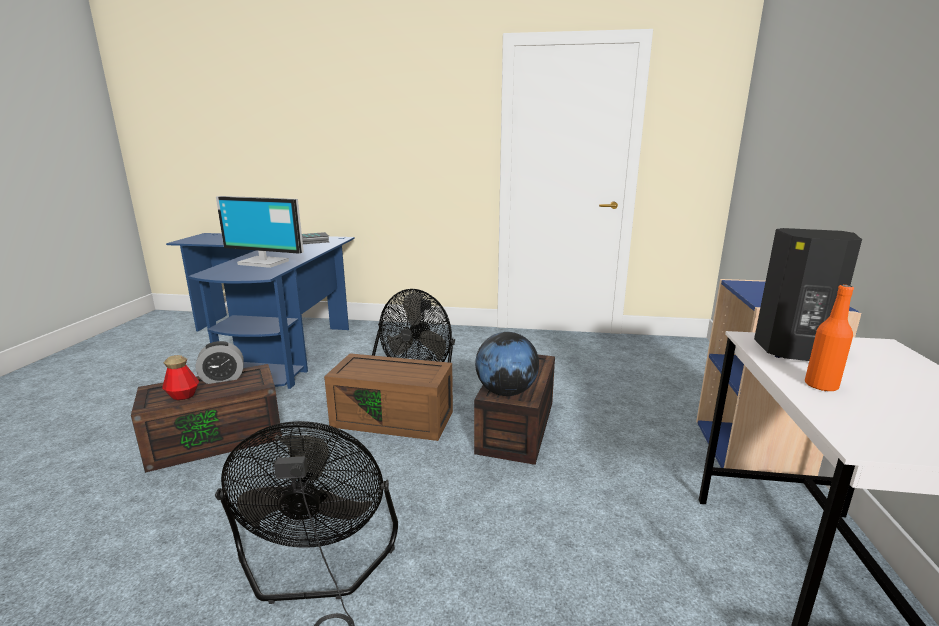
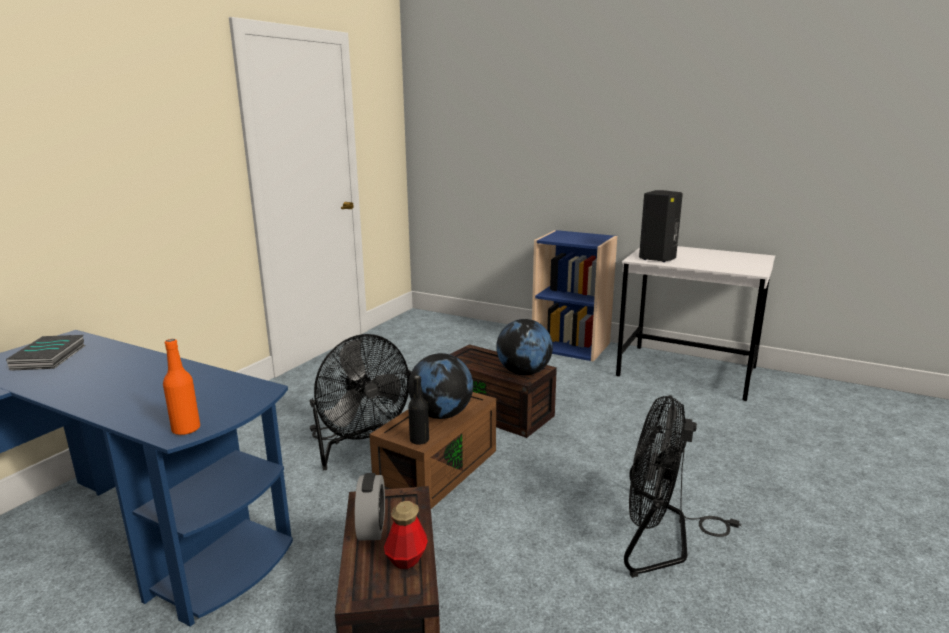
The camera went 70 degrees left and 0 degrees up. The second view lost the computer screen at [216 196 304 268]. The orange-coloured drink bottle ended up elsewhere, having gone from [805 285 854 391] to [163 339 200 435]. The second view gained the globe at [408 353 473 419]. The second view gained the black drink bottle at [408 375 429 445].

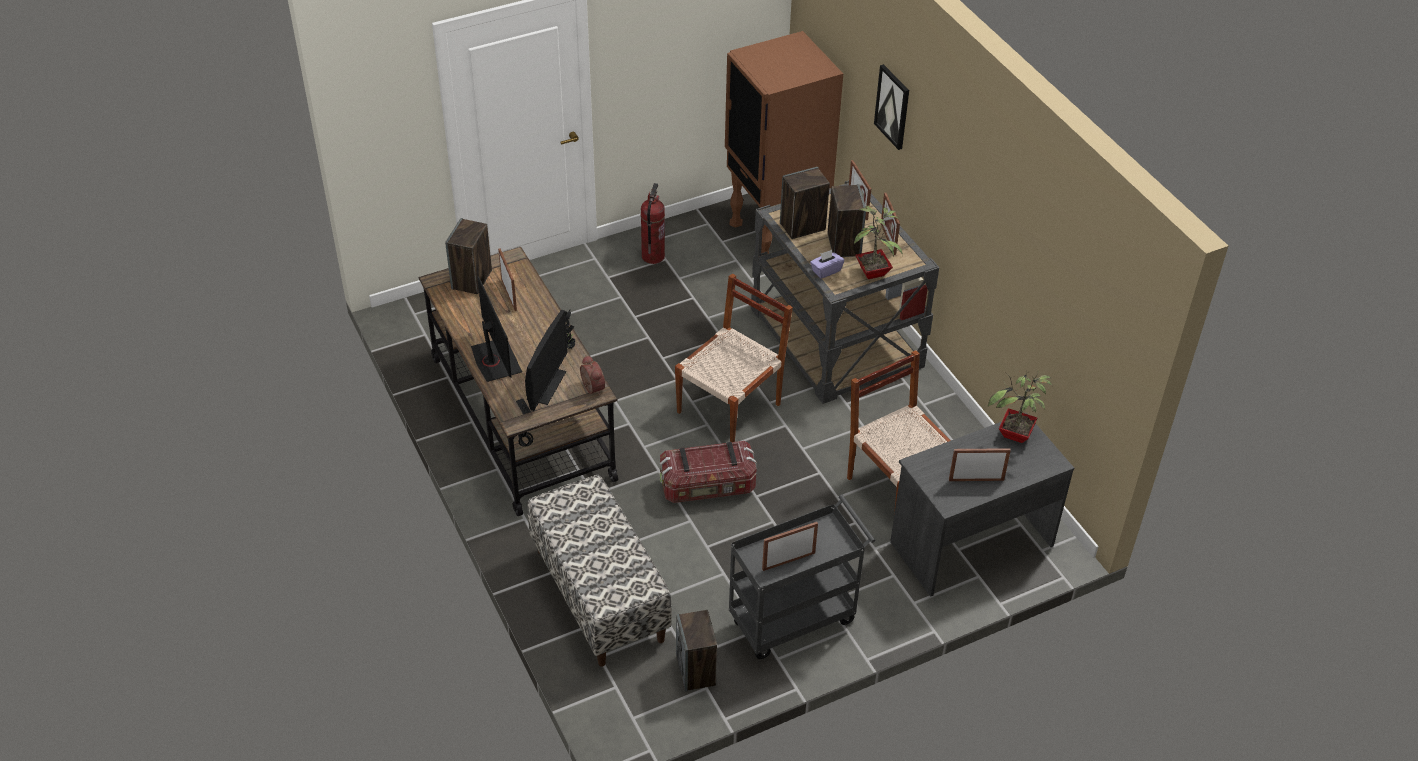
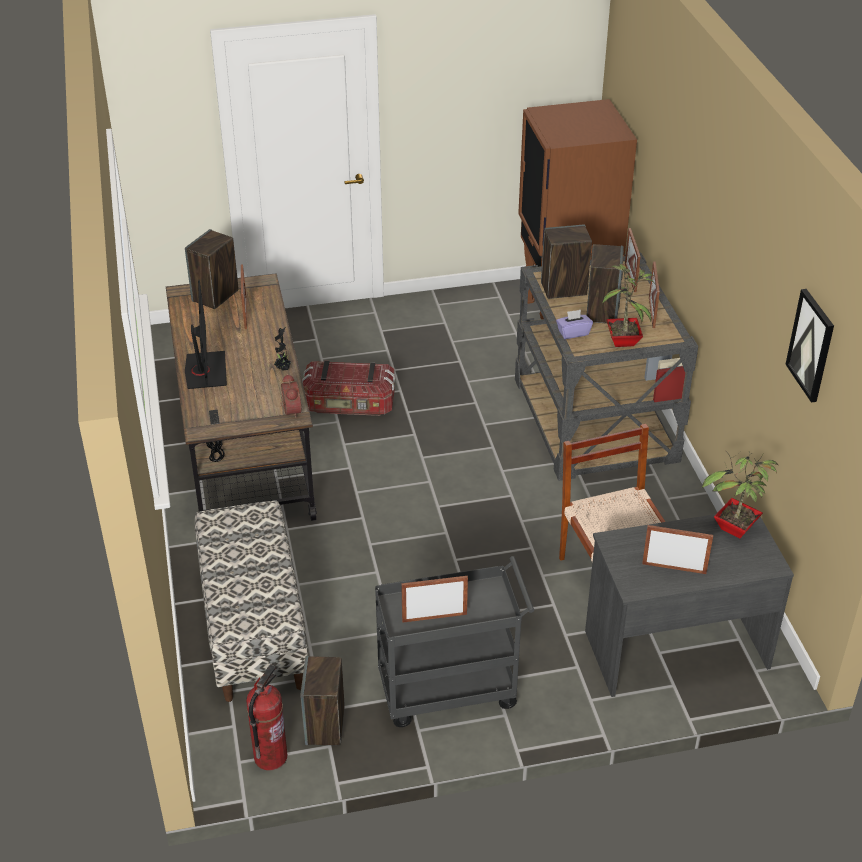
The camera went 15 degrees right and 5 degrees down. The second view lost the computer screen at [525 310 568 411]. The fire-fighting cylinder ended up elsewhere, having gone from [641 183 665 264] to [246 664 288 770]. The storage bin ended up elsewhere, having gone from [660 441 757 503] to [302 361 395 416]. The second view lost the chair at [675 274 793 442]. The wall art ended up elsewhere, having gone from [874 64 909 150] to [785 289 834 403].

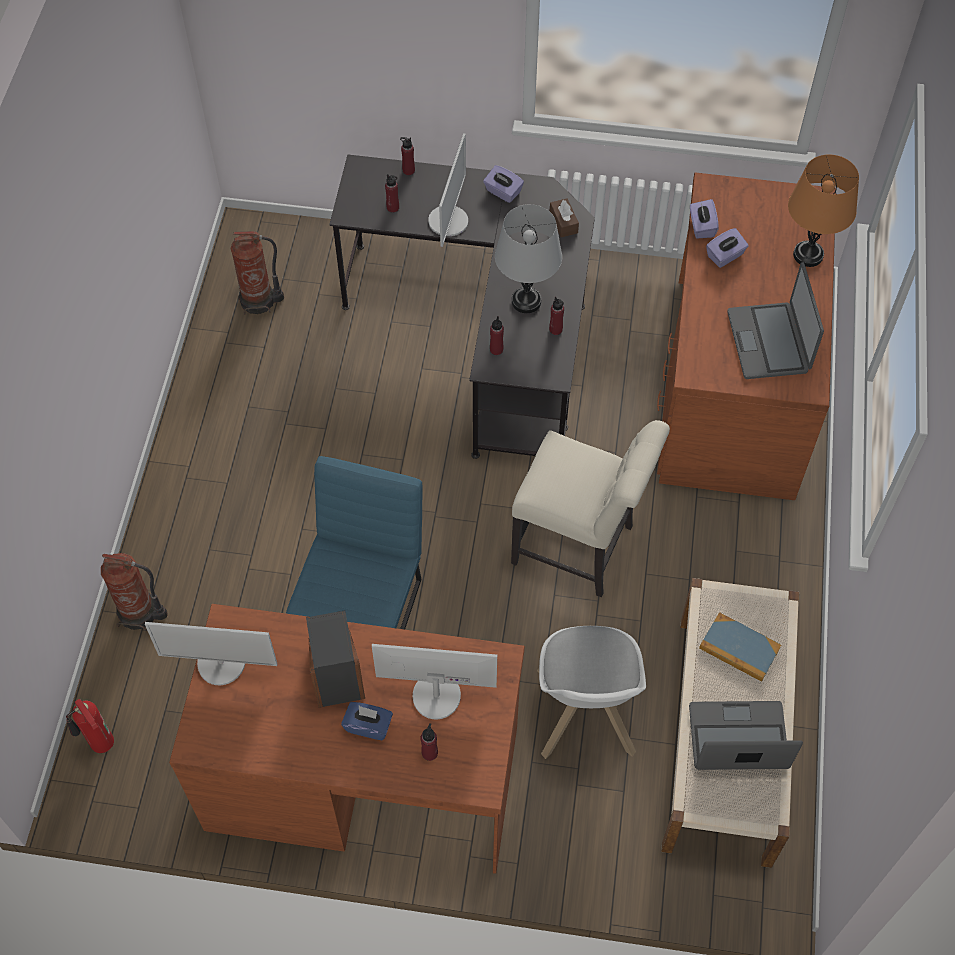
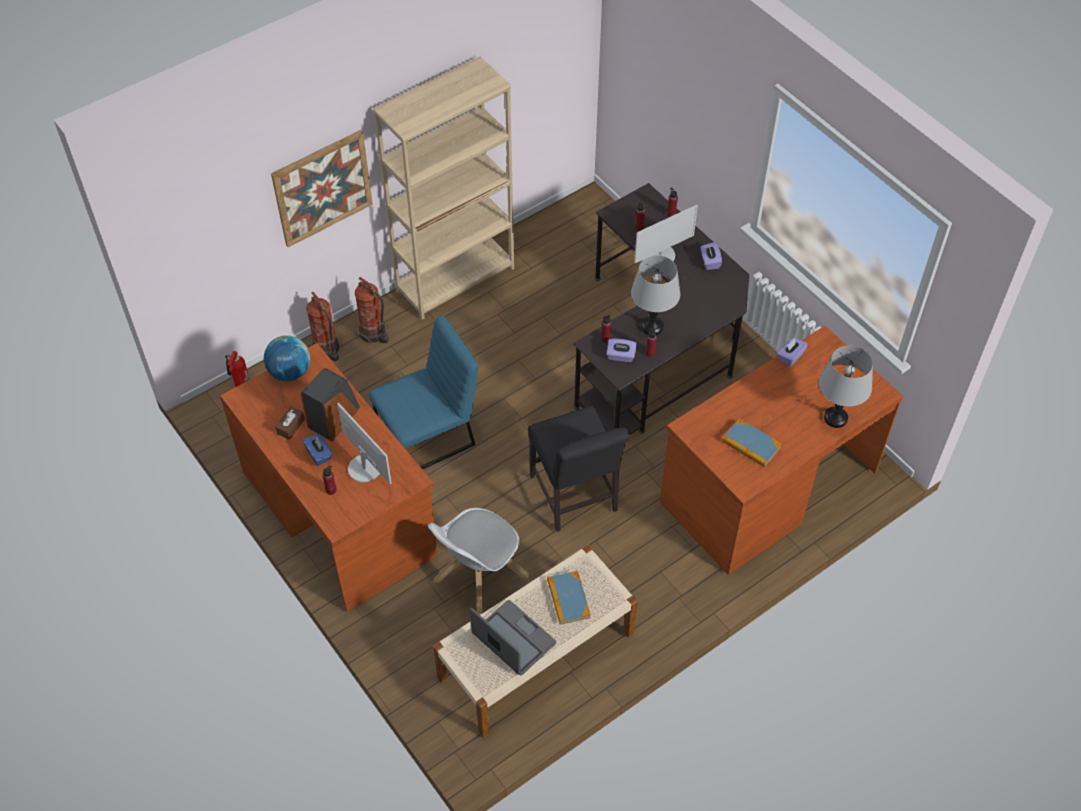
The camera went 45 degrees right and 5 degrees down. Where the computer screen stood at [145 622 277 685], the globe came to stand at [264 335 310 381]. The fire-fighting cylinder ended up elsewhere, having gone from [231 231 284 315] to [355 277 389 345]. What was the beige-coloured chair at [511 420 670 597] turned into the black chair at [528 405 630 532]. The brown tissue box ended up elsewhere, having gone from [550 198 579 237] to [275 407 305 440]. The purplish tissue box ended up elsewhere, having gone from [706 228 749 268] to [607 339 637 362]. Where the notebook computer stood at [727 262 824 379], the bound book came to stand at [722 418 782 467]. What was the orange-coloured tabletop lamp at [788 154 859 267] turned into the grey tabletop lamp at [819 345 873 428]. The second view gained the wall art at [271 130 373 247]. The second view gained the beige-coloured shelving unit at [373 57 514 320].

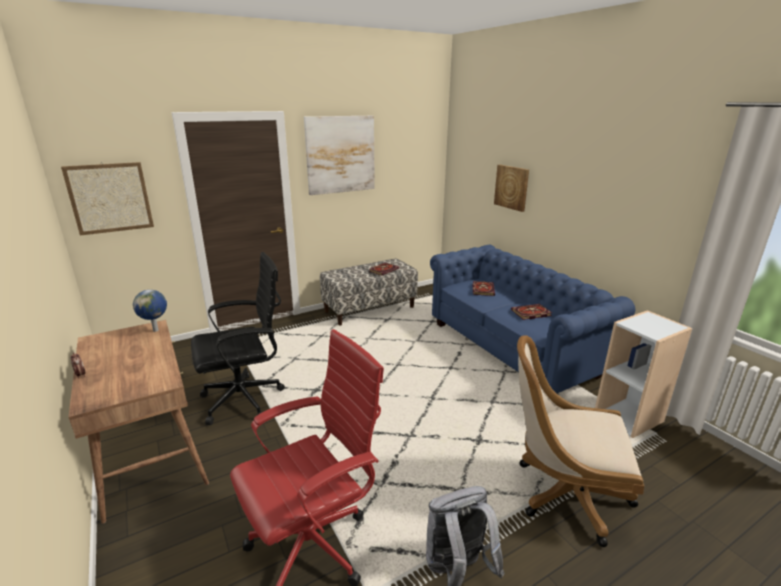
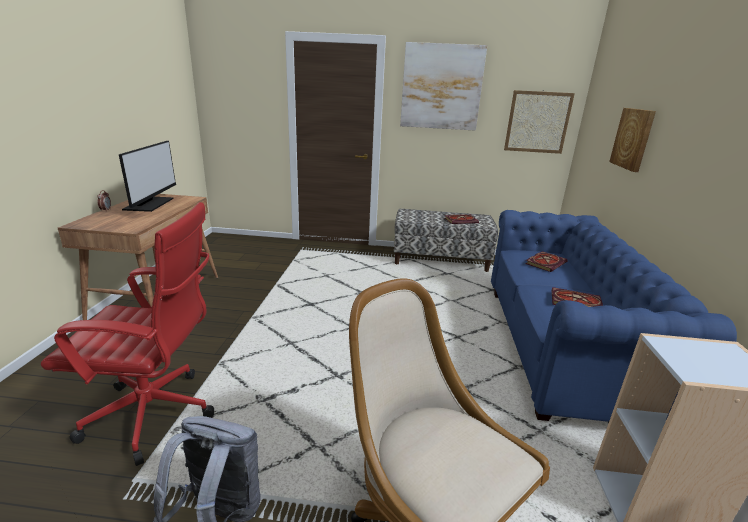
The camera went 35 degrees right and 0 degrees up. The wall art ended up elsewhere, having gone from [61 162 154 236] to [504 90 575 154]. The second view lost the globe at [133 290 167 332]. The second view lost the black office chair at [191 252 285 425]. The second view gained the computer screen at [119 141 176 212].

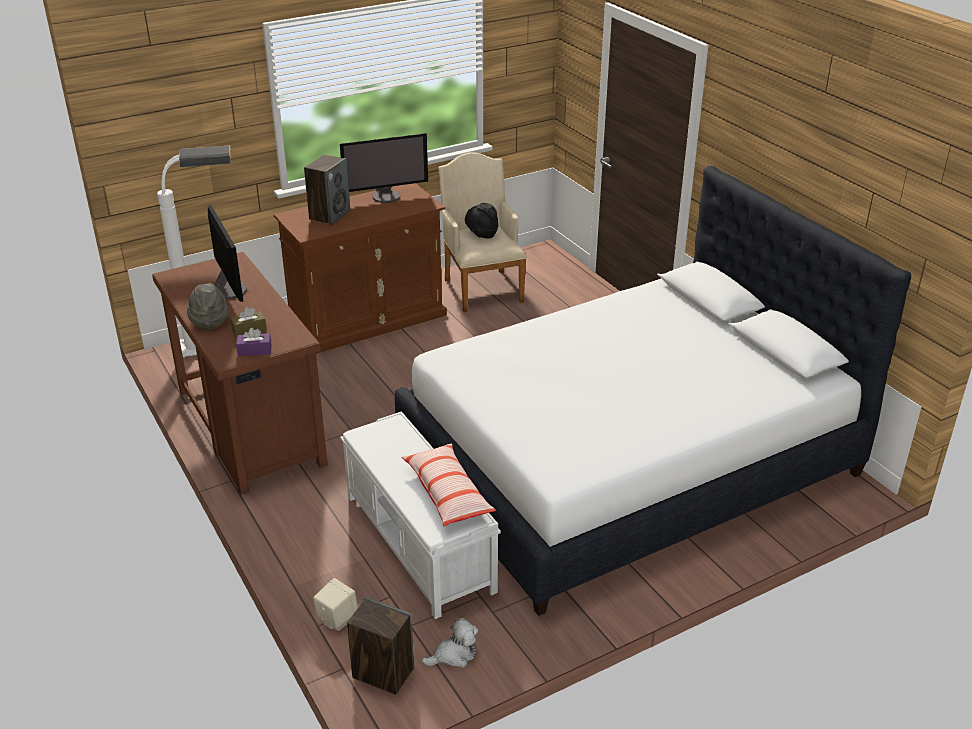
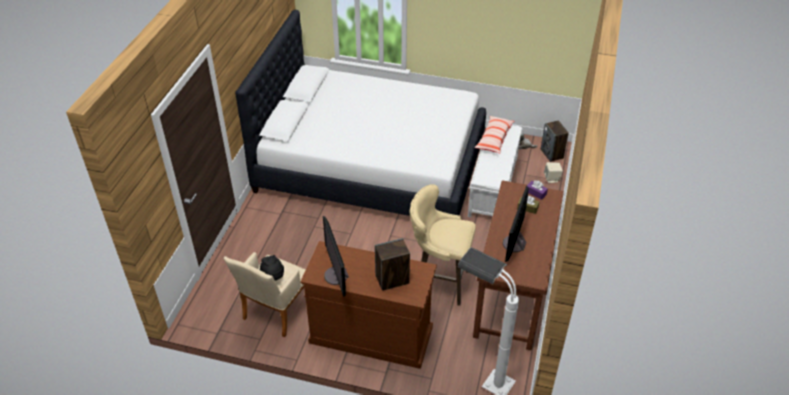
The camera went 135 degrees left and 10 degrees up. The second view lost the grey hat at [187 283 229 330]. The computer screen at [340 133 428 203] ended up facing another way, 135 degrees counterclockwise from before. The second view gained the beige-coloured stool at [410 184 476 306].

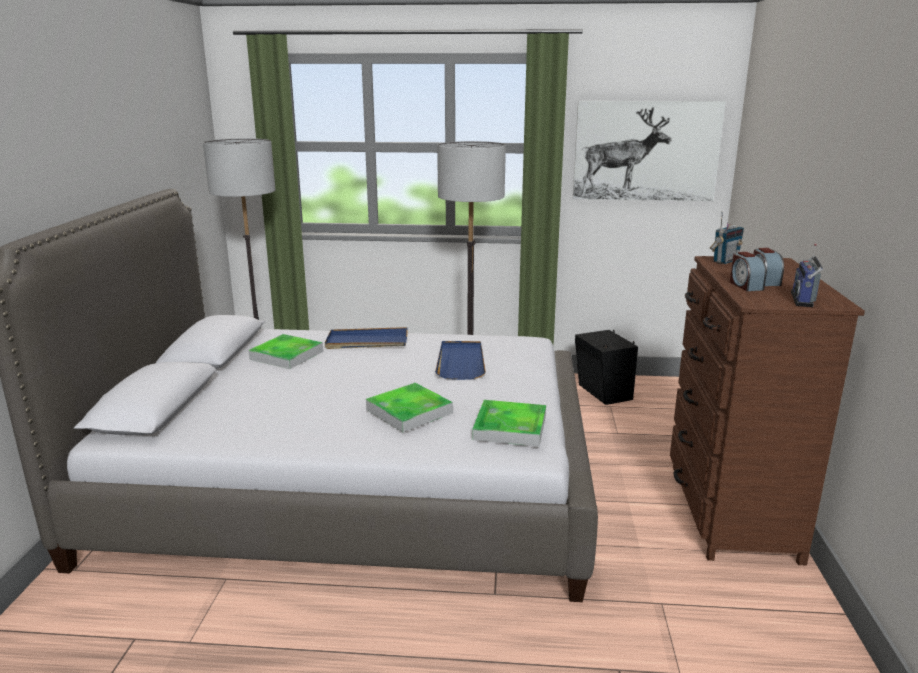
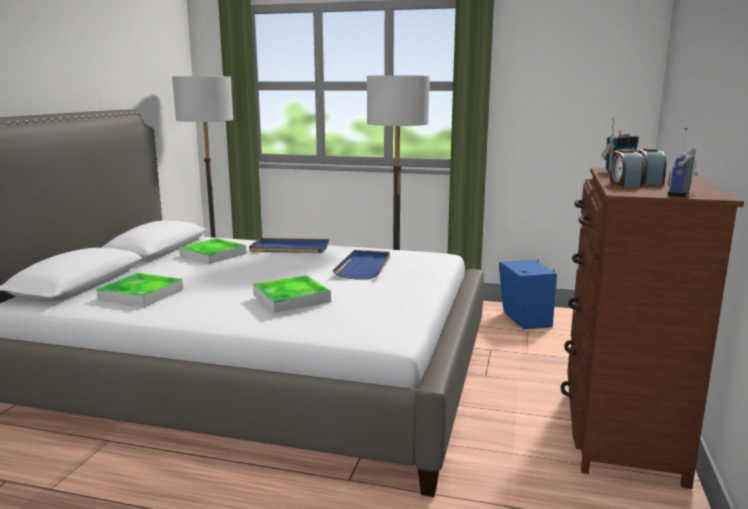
The camera went 10 degrees right and 5 degrees down. The carrying tray ended up elsewhere, having gone from [472 400 546 447] to [97 273 183 307]. The second view lost the wall art at [573 101 725 201]. What was the black loudspeaker at [575 330 638 405] turned into the blue loudspeaker at [499 259 557 329].

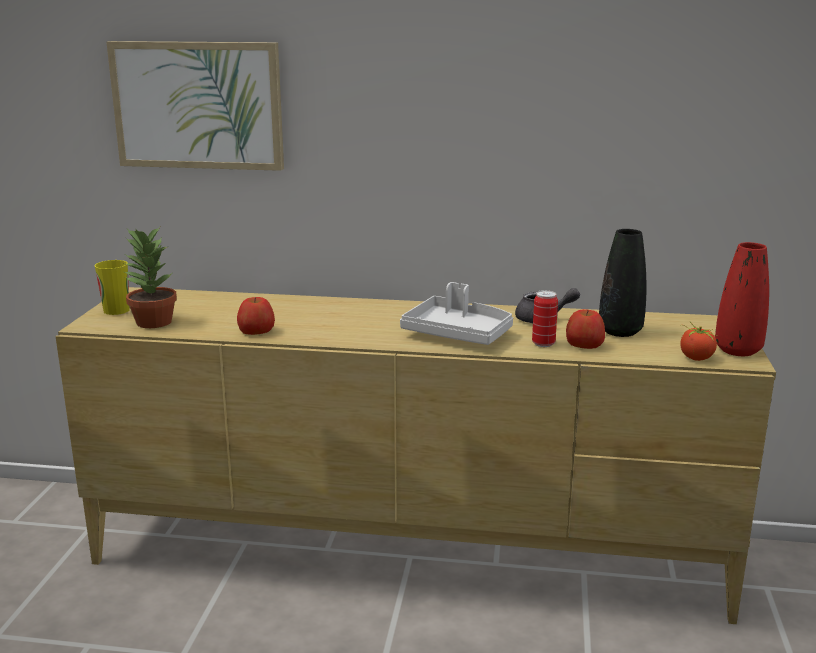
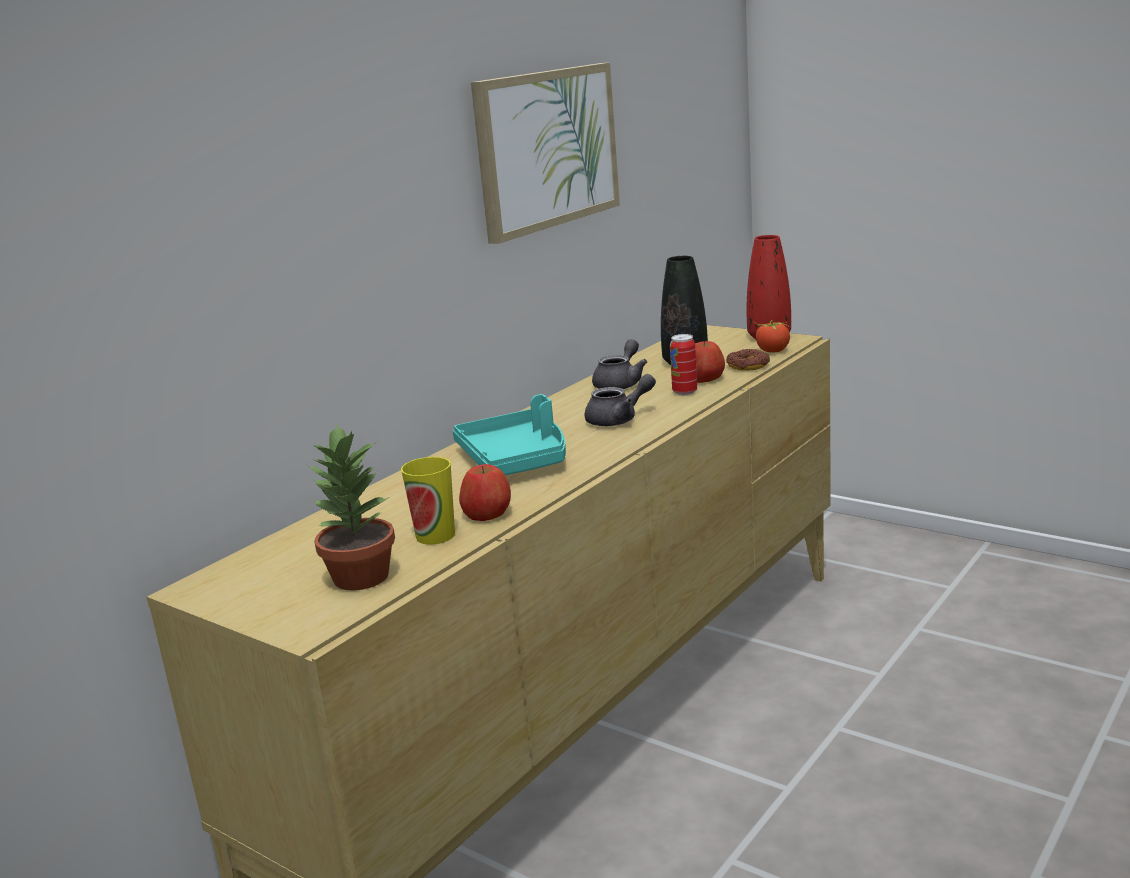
The camera went 60 degrees left and 0 degrees up. The drinking cup ended up elsewhere, having gone from [95 260 130 315] to [401 457 455 545]. The wall art ended up elsewhere, having gone from [106 41 284 171] to [471 63 620 244]. Where the grey carrying tray stood at [400 282 513 345], the grey teapot came to stand at [584 374 656 426]. The second view gained the turquoise-coloured carrying tray at [452 394 566 475]. The second view gained the doughnut at [726 349 770 371].

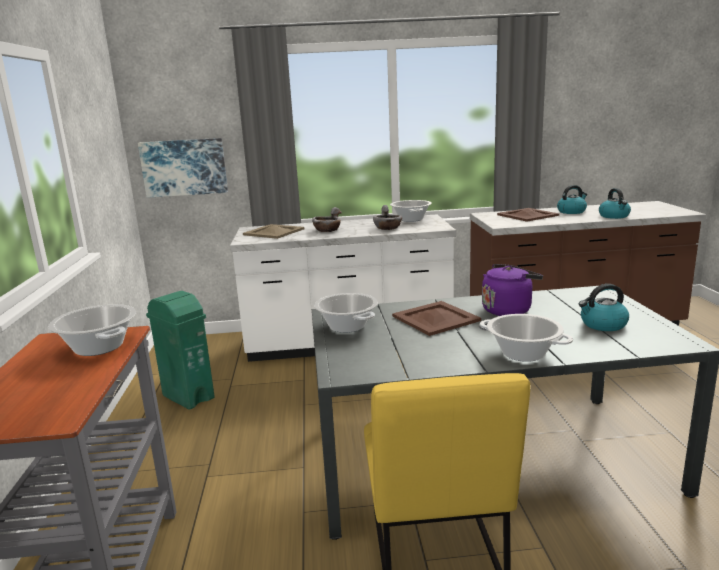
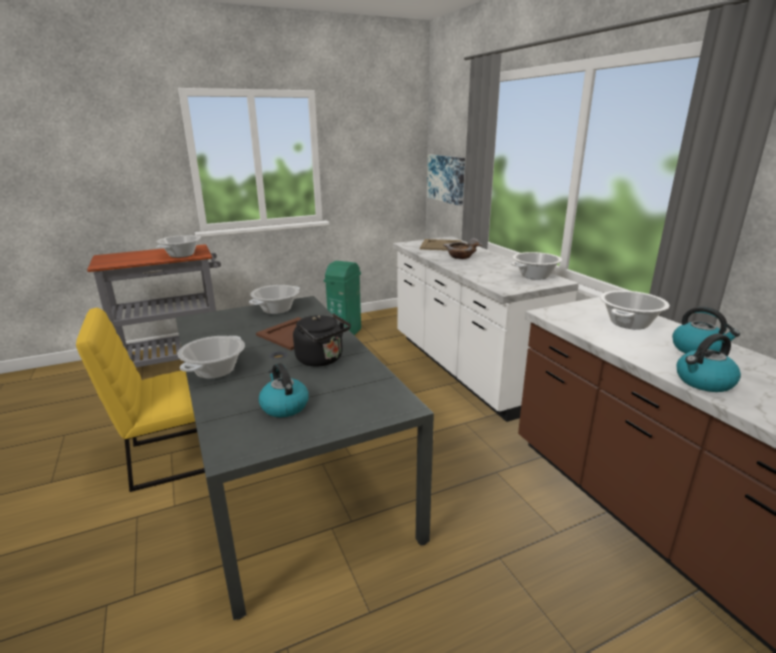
The camera went 70 degrees right and 5 degrees up. The second view lost the grey deep dish at [373 205 402 230]. What was the purplish tea kettle at [482 264 543 316] turned into the black tea kettle at [293 313 351 366]. Where the brown carrying tray stood at [497 208 559 222], the cooking pot came to stand at [600 291 670 330].

